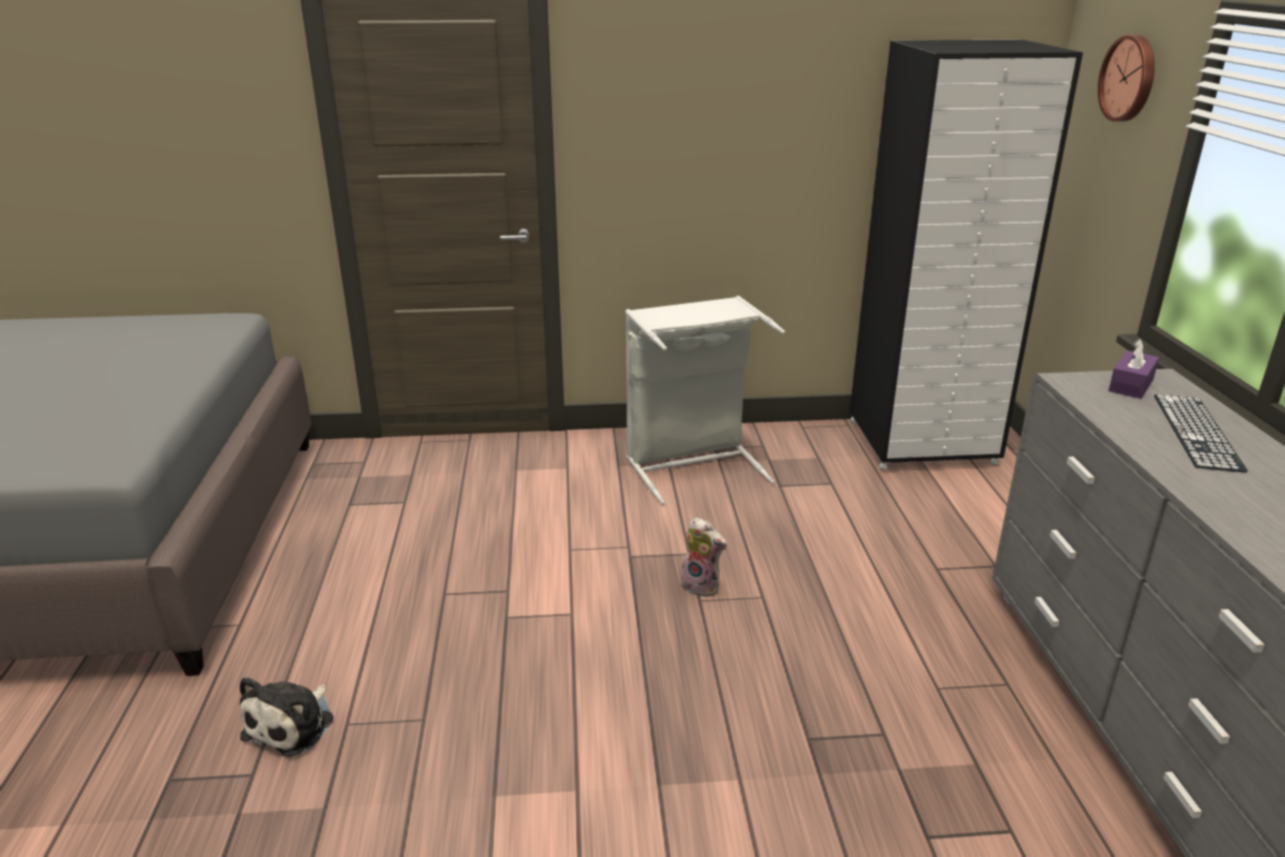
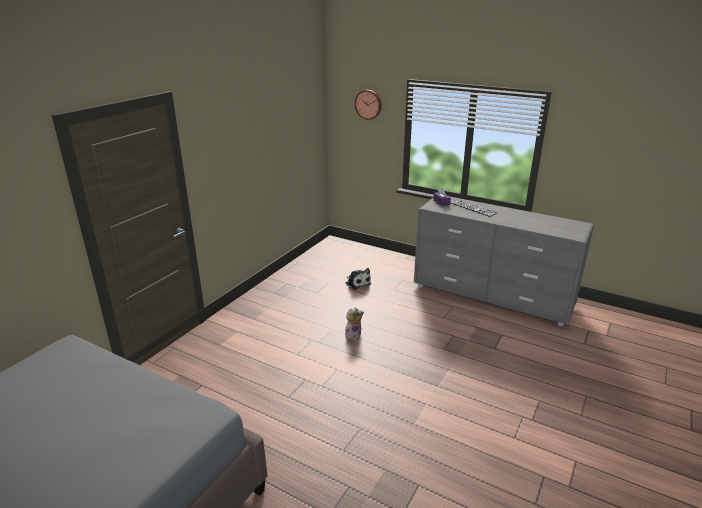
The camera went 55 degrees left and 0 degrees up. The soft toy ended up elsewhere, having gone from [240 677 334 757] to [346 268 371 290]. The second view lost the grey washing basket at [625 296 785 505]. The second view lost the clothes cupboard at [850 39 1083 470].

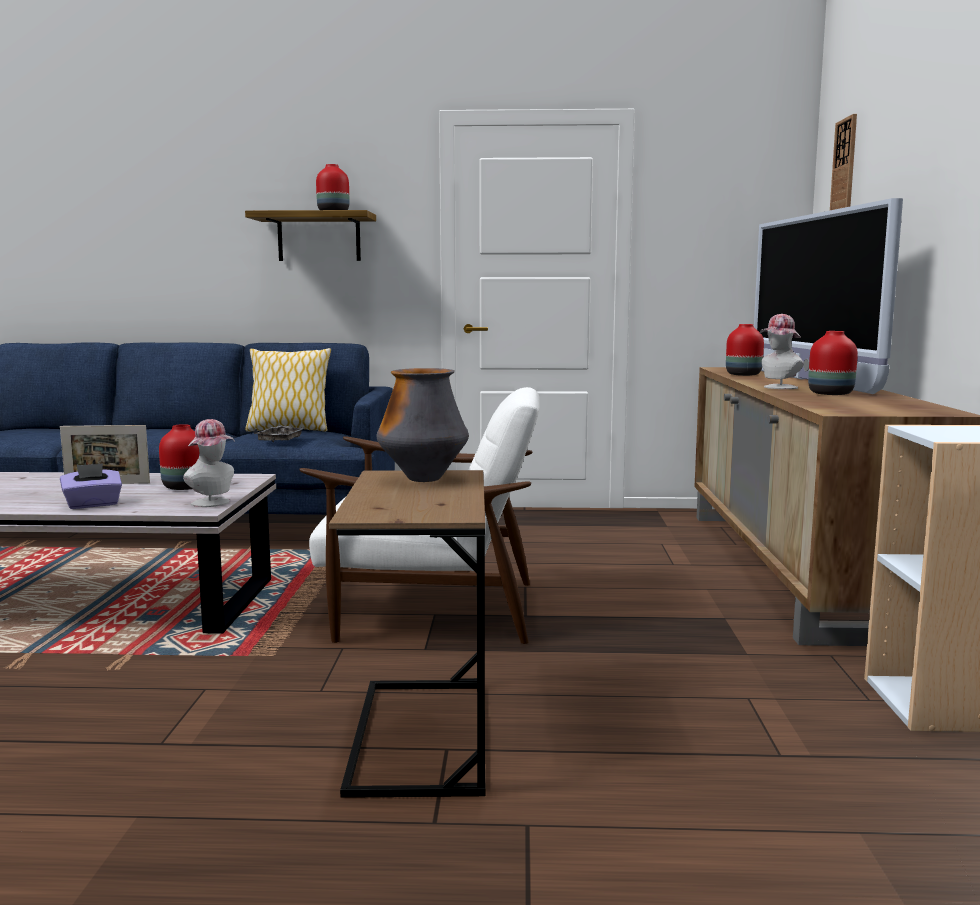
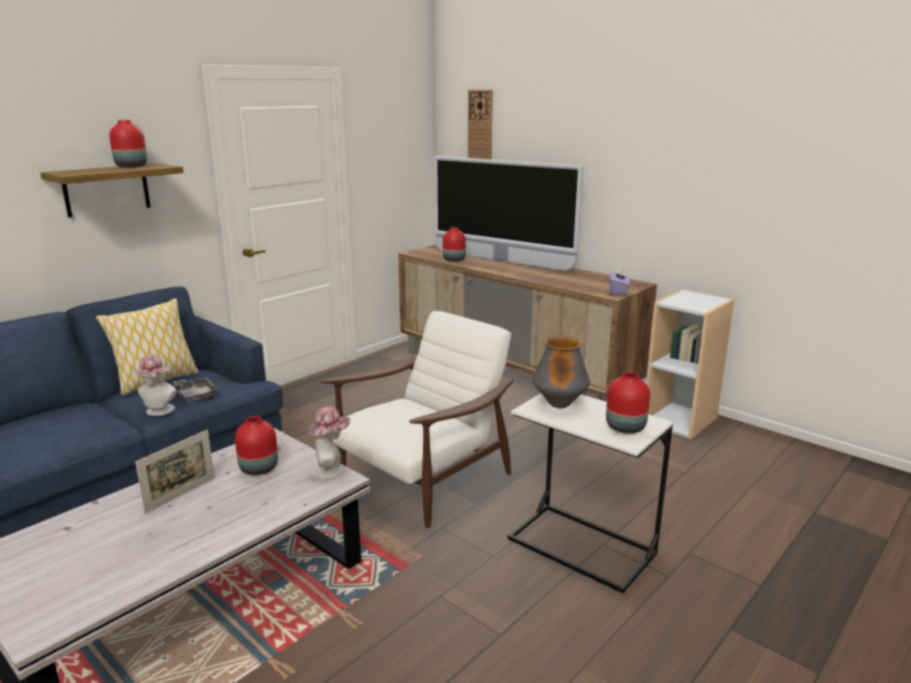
The camera went 50 degrees left and 10 degrees up. The purplish tissue box ended up elsewhere, having gone from [60 463 122 509] to [609 269 630 295]. What was the brown end table at [329 470 485 798] turned into the white-coloured end table at [508 393 674 593]. The hat ended up elsewhere, having gone from [760 314 804 389] to [134 355 177 416]. The red-coloured decorative vase ended up elsewhere, having gone from [808 331 858 395] to [606 372 650 434].

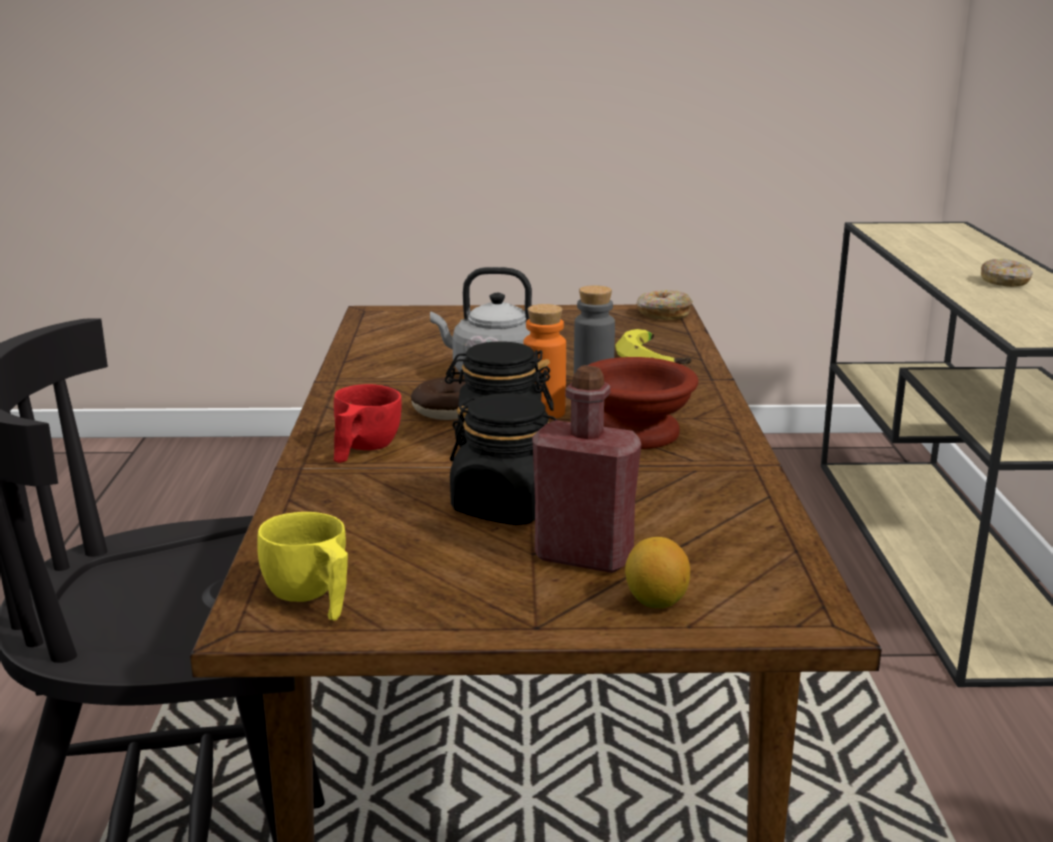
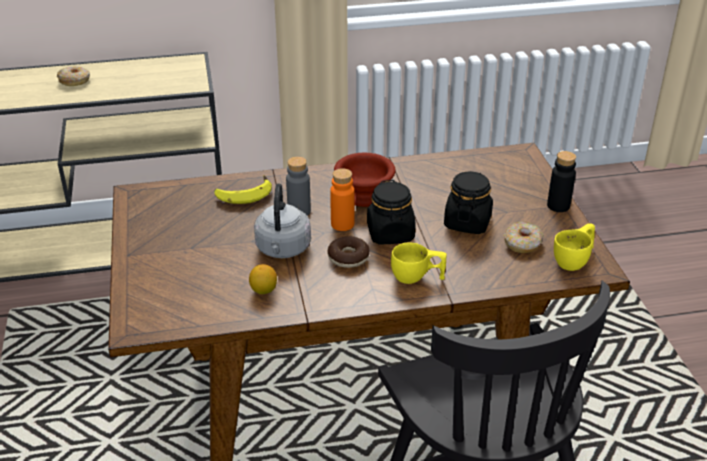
The camera went 100 degrees left and 15 degrees up. What was the red-coloured drinking cup at [334 384 402 463] turned into the yellow drinking cup at [391 243 447 284]. The second view lost the red-coloured drink bottle at [532 365 642 573]. The whole lemon ended up elsewhere, having gone from [625 537 690 608] to [249 264 277 294]. The doughnut ended up elsewhere, having gone from [636 290 693 320] to [504 221 543 253]. The second view gained the black drink bottle at [547 151 576 212].

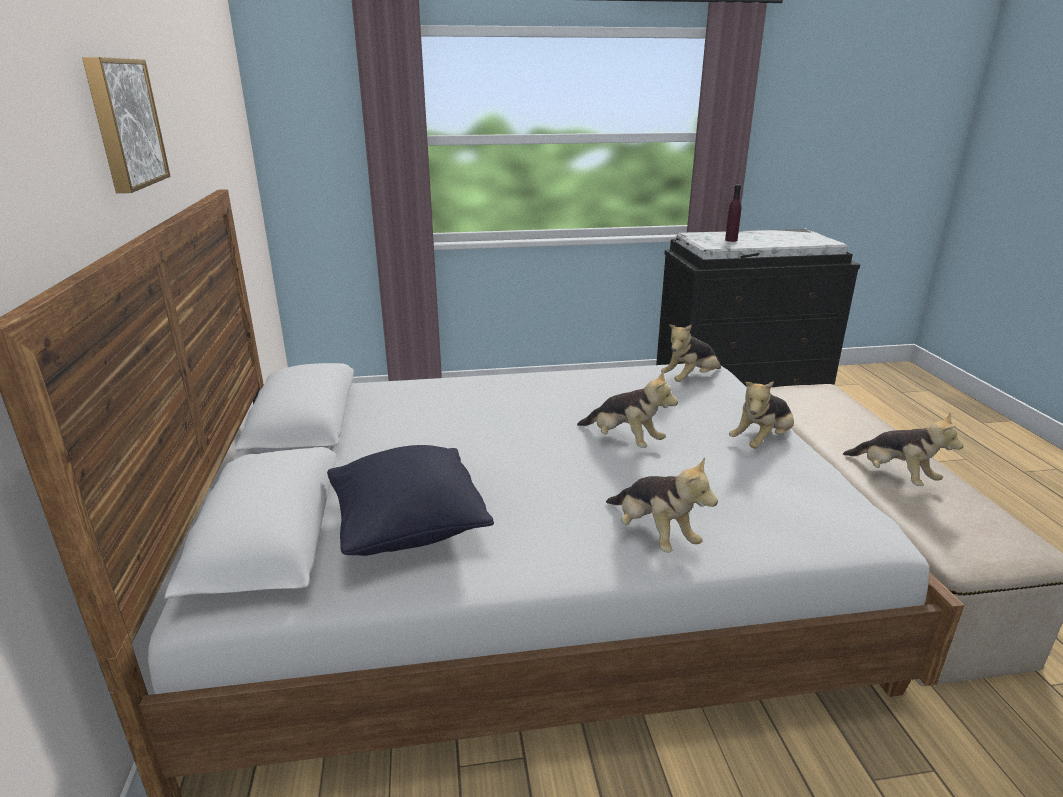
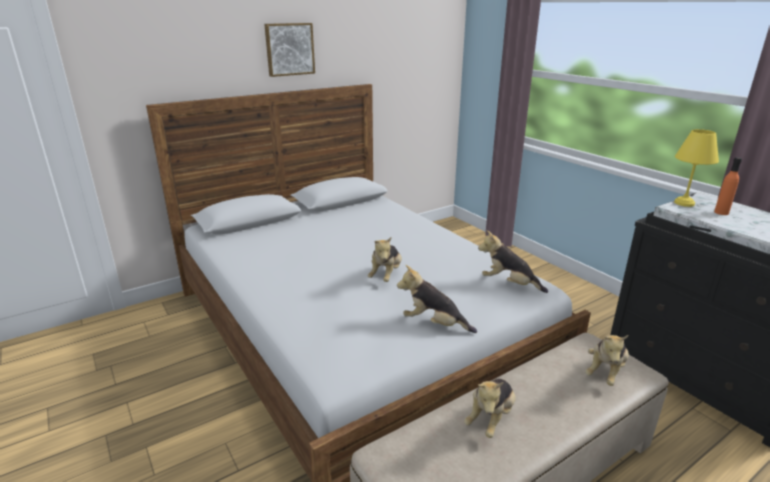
The camera went 65 degrees right and 0 degrees up. The second view lost the black cushion at [327 445 494 556]. The soft toy ended up elsewhere, having gone from [606 457 718 553] to [585 334 629 386]. What was the purplish drink bottle at [725 185 742 242] turned into the orange-coloured drink bottle at [714 157 742 215]. The second view gained the yellow tabletop lamp at [674 129 719 207].

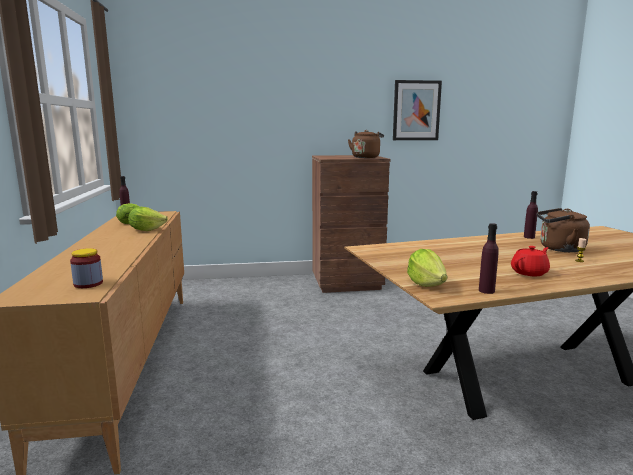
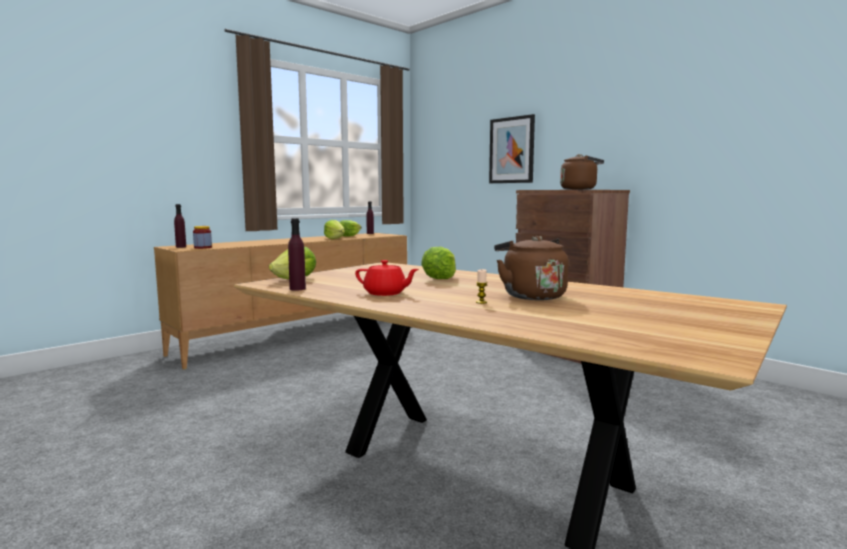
The camera went 55 degrees right and 5 degrees down. The wall art ended up elsewhere, having gone from [393 80 442 140] to [489 114 535 183]. The purplish drink bottle ended up elsewhere, having gone from [524 191 538 239] to [174 204 186 248]. The second view gained the lettuce at [421 247 456 279].

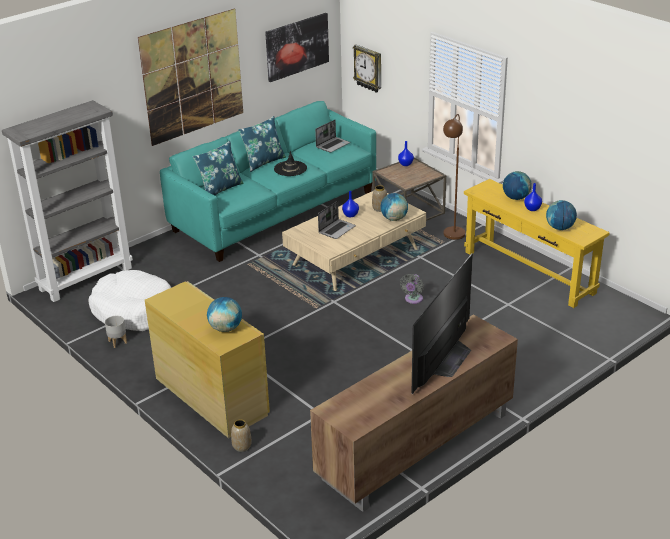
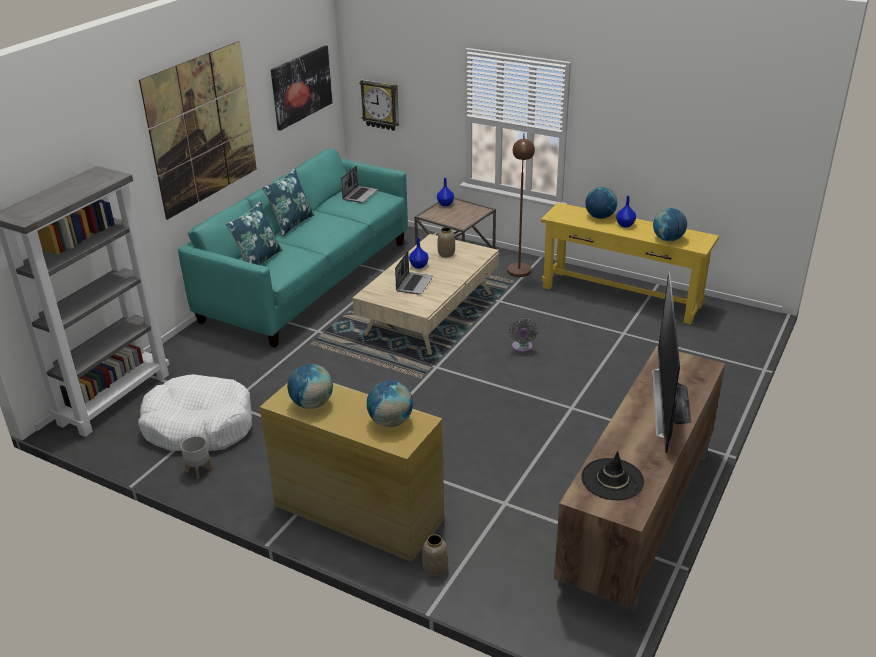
The camera went 20 degrees left and 0 degrees up. The black hat ended up elsewhere, having gone from [274 151 307 176] to [581 451 644 500]. The globe ended up elsewhere, having gone from [380 193 408 221] to [287 364 333 409].

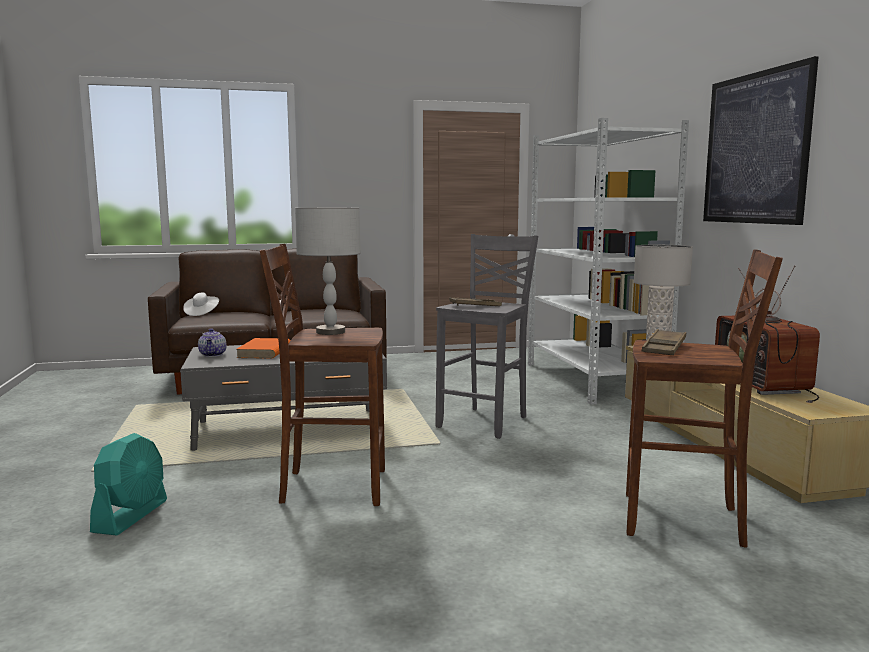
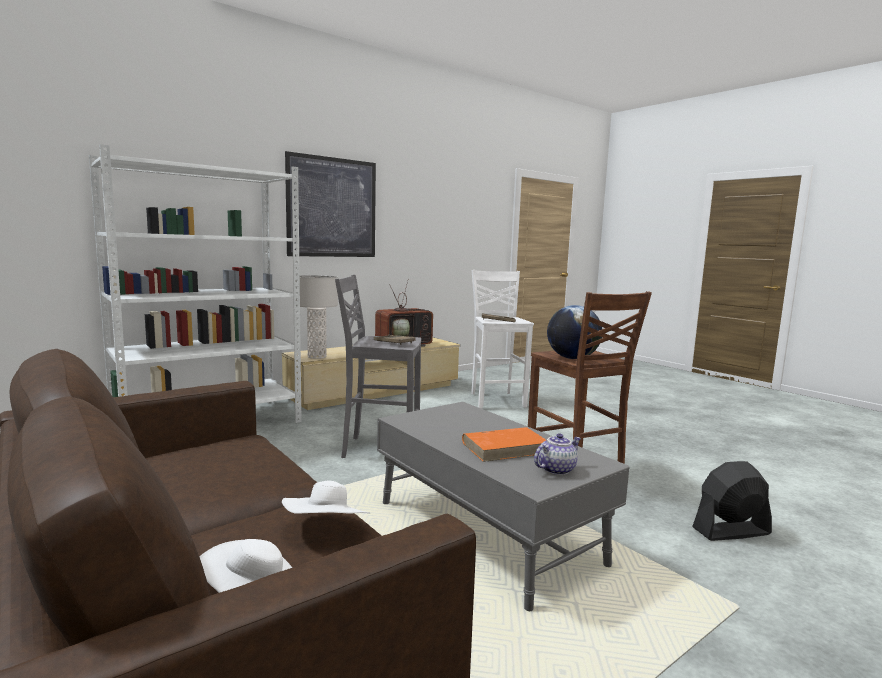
The camera went 115 degrees left and 0 degrees up. What was the turquoise-coloured fan at [90 433 167 536] turned into the black fan at [692 461 772 541]. Where the grey tabletop lamp stood at [295 208 360 335], the globe came to stand at [547 305 602 359]. What was the brown stool at [626 249 783 548] turned into the white-coloured stool at [471 270 534 409]. The second view gained the white-coloured hat at [282 480 370 514].

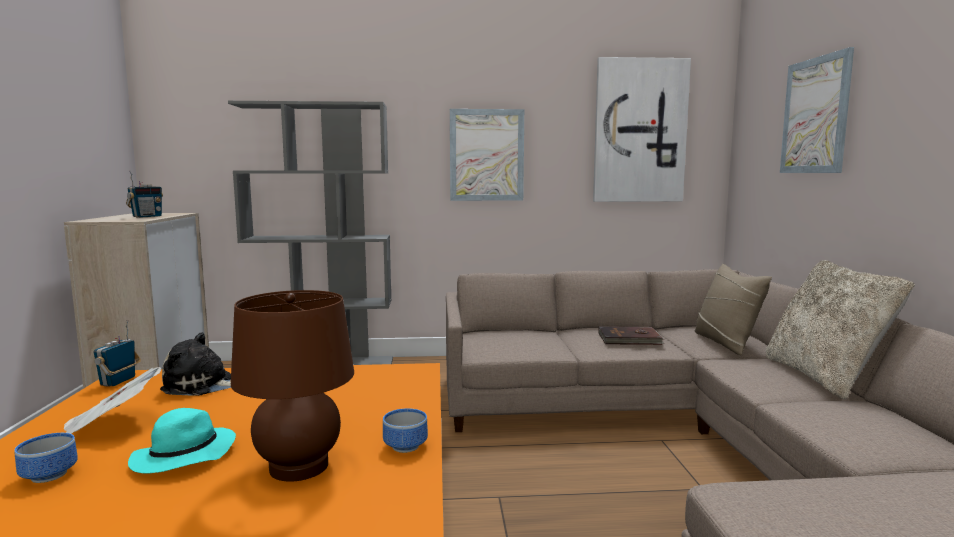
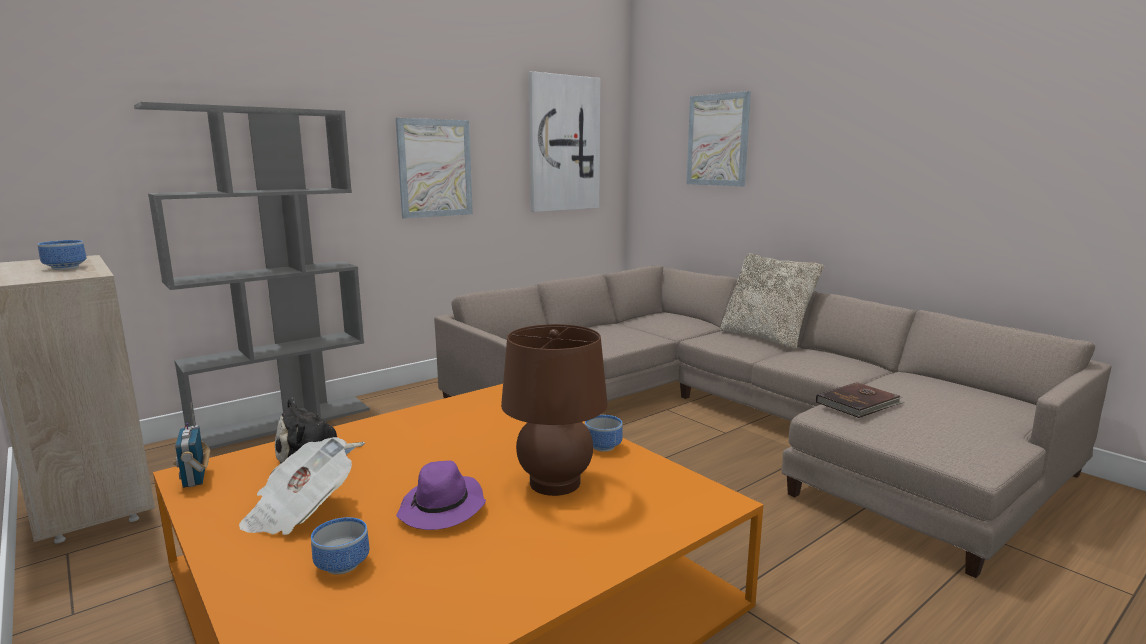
The camera went 35 degrees left and 5 degrees up. Where the radio receiver stood at [126 170 163 218], the deep dish came to stand at [38 240 86 270]. What was the turquoise-coloured hat at [128 408 236 474] turned into the purplish hat at [396 461 486 530]. The brown bound book ended up elsewhere, having gone from [598 326 664 345] to [816 382 904 418]. The second view lost the beige-coloured cushion at [694 264 772 355].

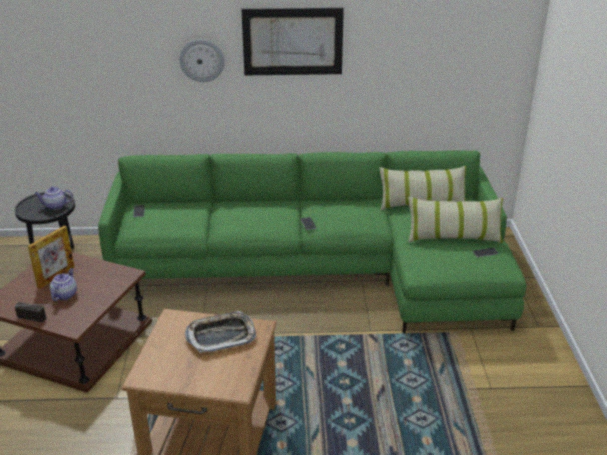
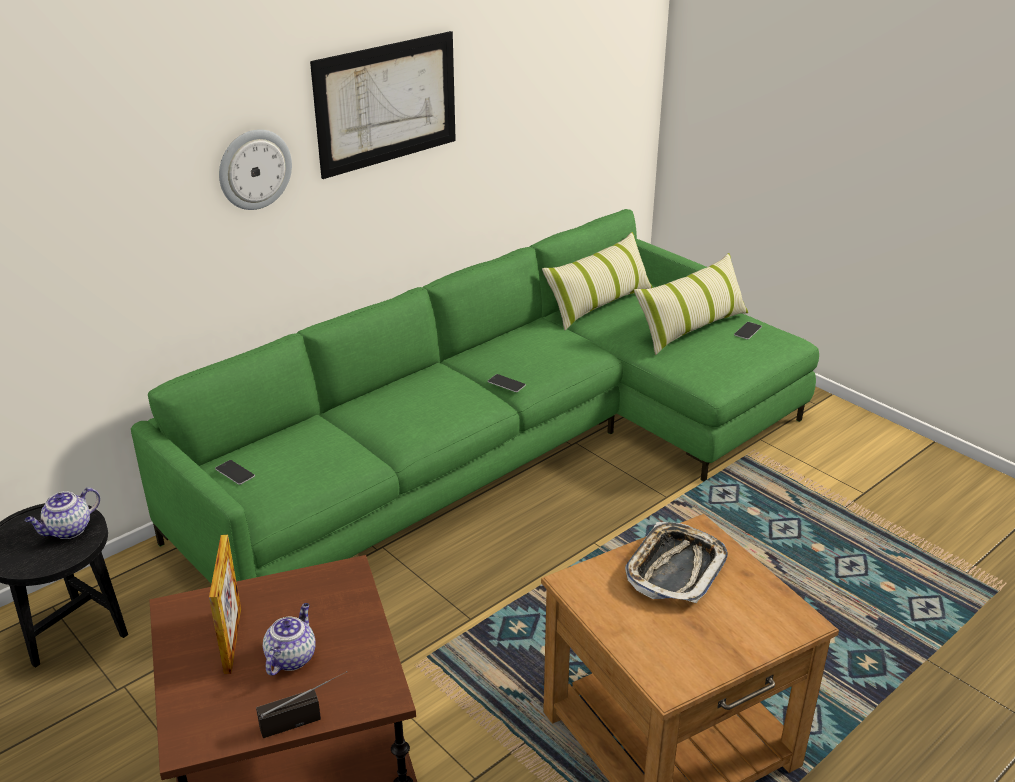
The camera went 40 degrees left and 0 degrees up. The teapot at [50 268 77 301] ended up facing another way, 45 degrees clockwise from before.

